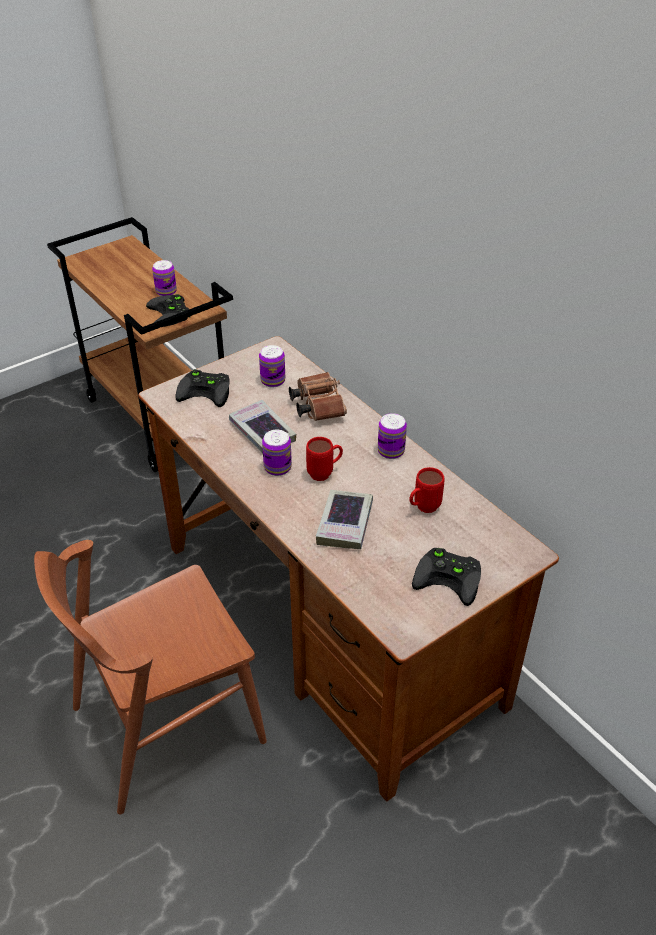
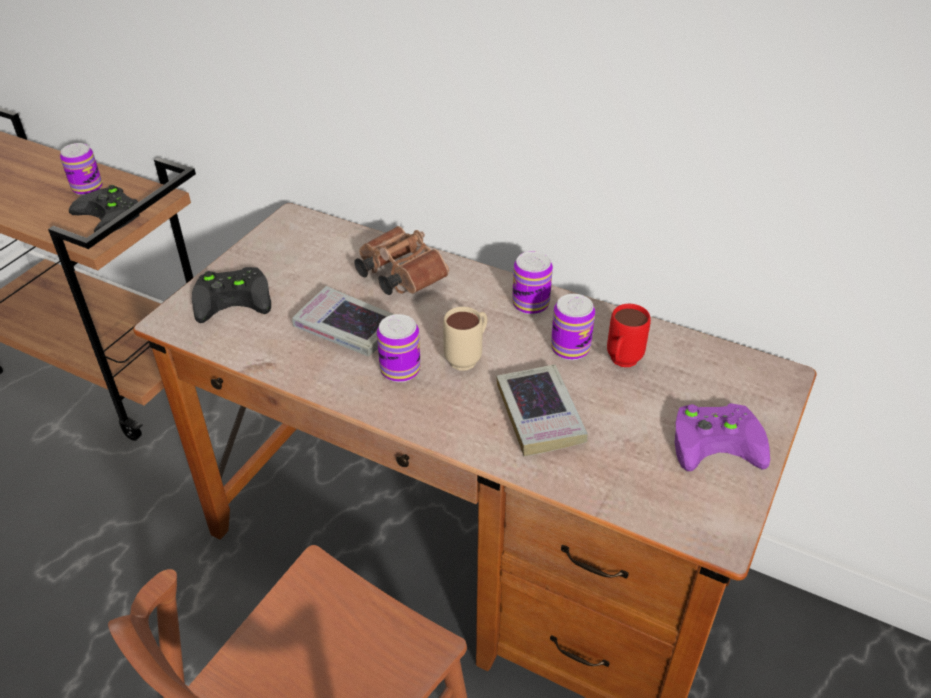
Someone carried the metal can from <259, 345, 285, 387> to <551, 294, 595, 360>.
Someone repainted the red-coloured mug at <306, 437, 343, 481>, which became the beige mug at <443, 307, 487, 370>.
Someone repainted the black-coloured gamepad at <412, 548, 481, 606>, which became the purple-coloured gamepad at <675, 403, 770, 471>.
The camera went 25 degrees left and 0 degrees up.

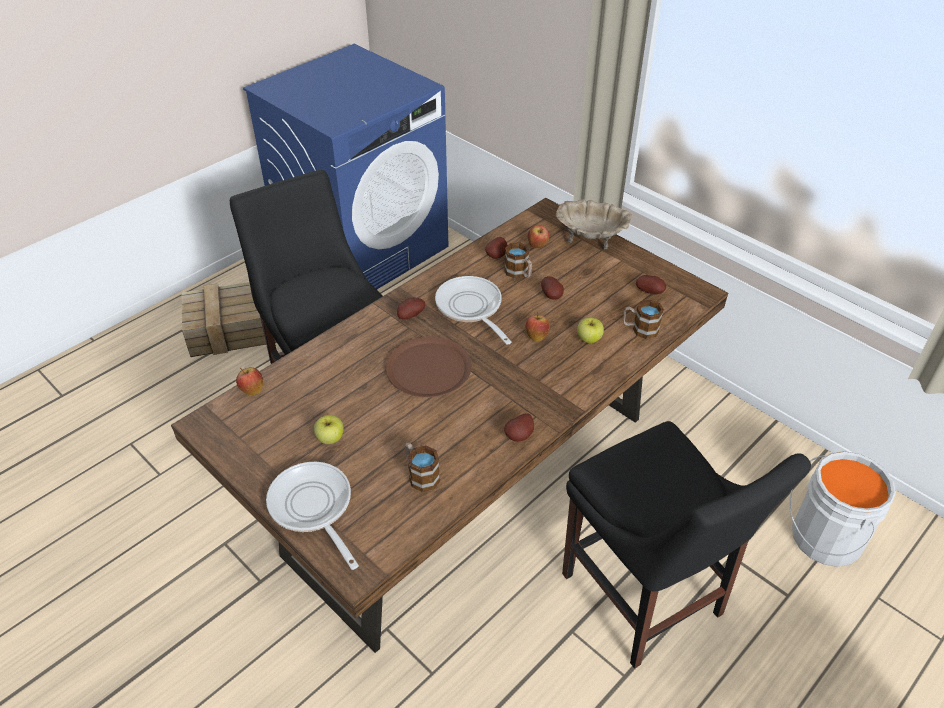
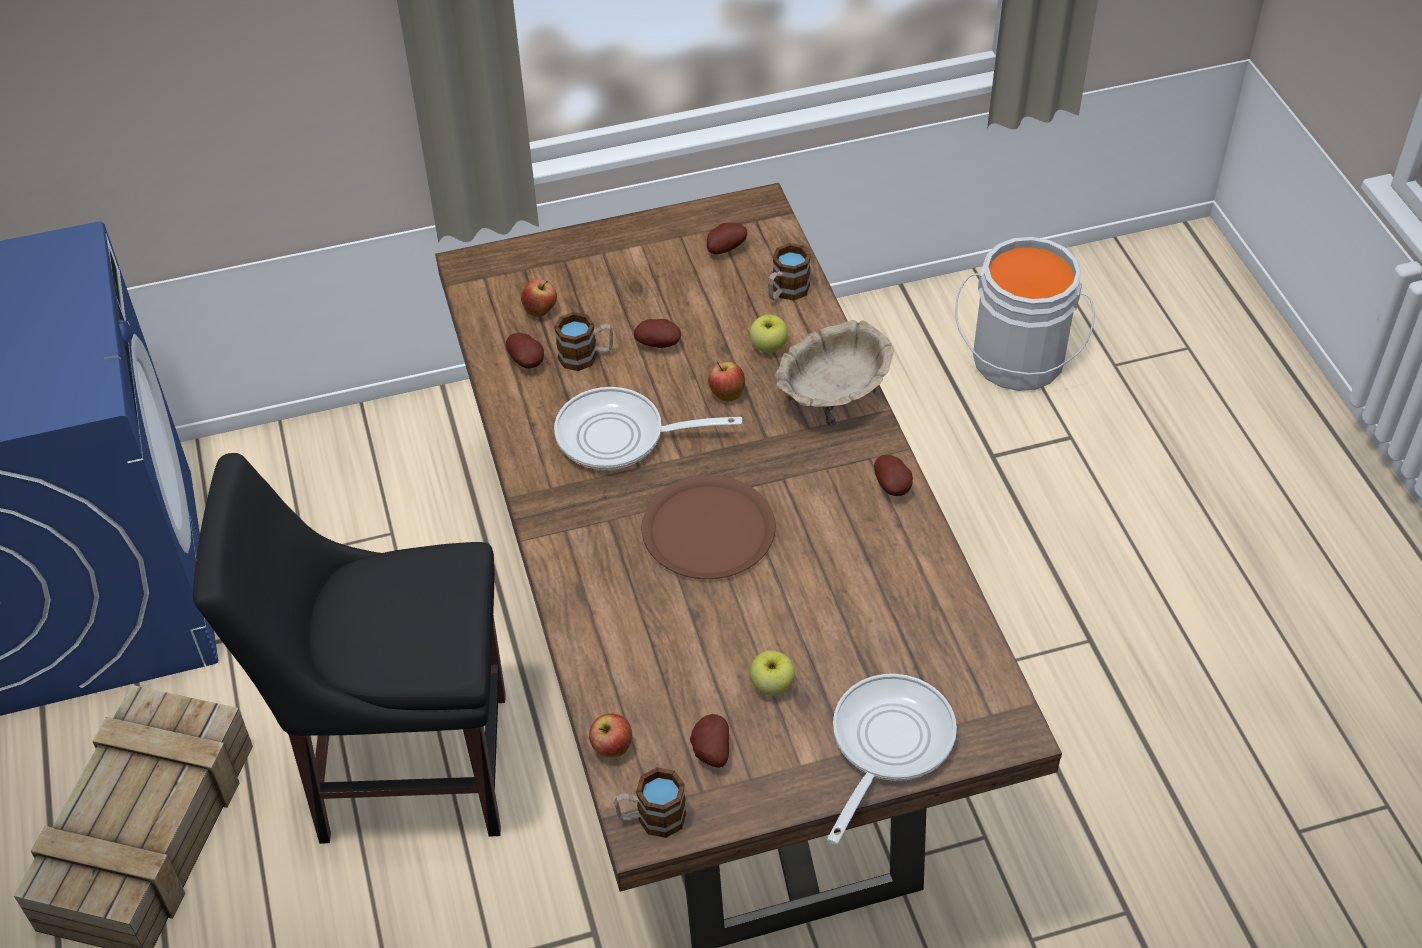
Someone carried the beige deep dish from <556, 199, 632, 249> to <775, 320, 894, 426>.
Someone carried the whole potato from <397, 298, 425, 320> to <690, 714, 729, 768>.
Someone took away the black-coloured plain chair at <562, 421, 811, 669>.
Someone carried the mug from <405, 442, 440, 492> to <614, 767, 686, 838>.
Someone rotated the skillet at <266, 462, 359, 570> by 120 degrees clockwise.
The camera went 60 degrees left and 5 degrees up.

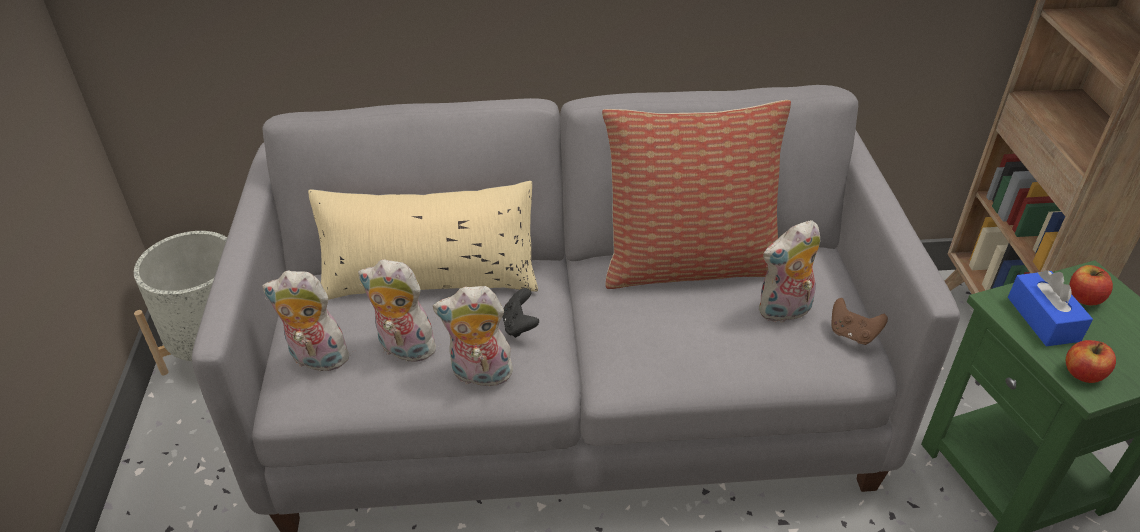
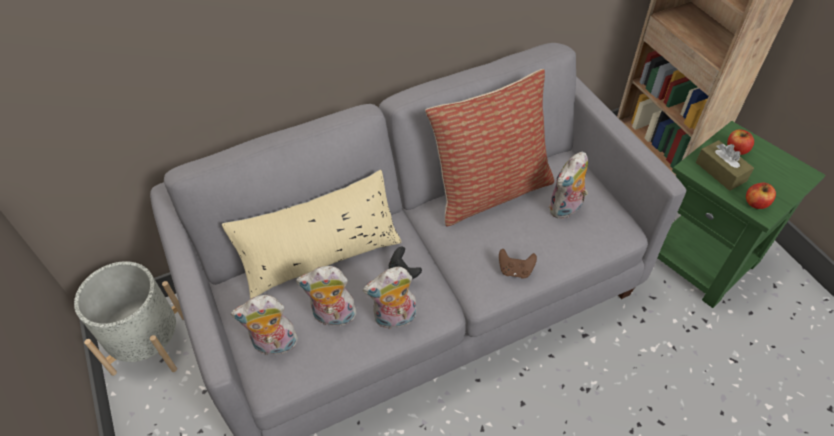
Someone repainted the blue tissue box at <1008, 270, 1093, 346>, which became the brown-coloured tissue box at <696, 140, 754, 191>.
Someone carried the brown-coloured gamepad from <831, 298, 888, 345> to <499, 249, 537, 279>.
The camera went 20 degrees left and 10 degrees up.

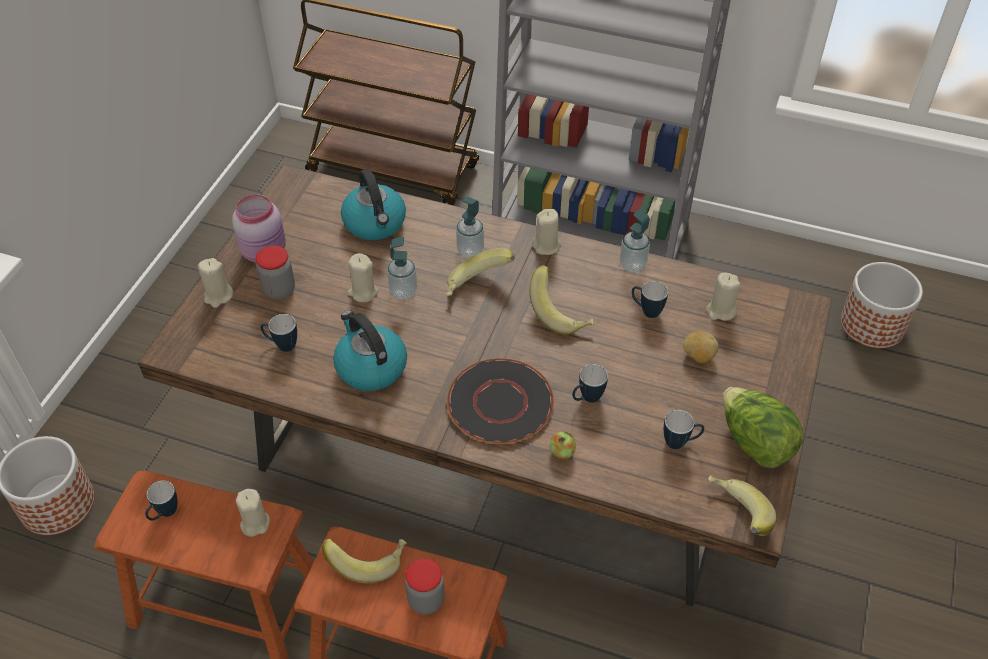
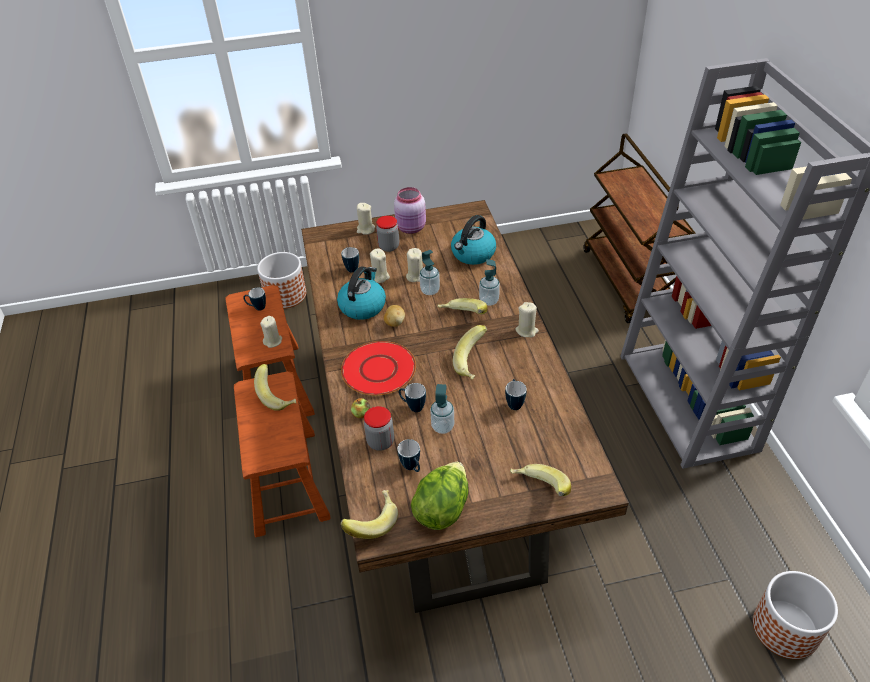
Someone carried the soap bottle from <620, 209, 650, 272> to <430, 384, 454, 434>.
Someone carried the beige wax light from <706, 273, 741, 321> to <370, 249, 390, 283>.
Someone carried the whole potato from <683, 331, 719, 363> to <384, 305, 405, 327>.
Someone repainted the black-coloured plate at <447, 358, 554, 444>, which became the red-coloured plate at <341, 341, 416, 395>.
Someone carried the storage jar from <405, 559, 445, 614> to <364, 406, 394, 451>.
Someone put down the banana fruit at <510, 464, 571, 496>.
The camera went 60 degrees right and 5 degrees down.

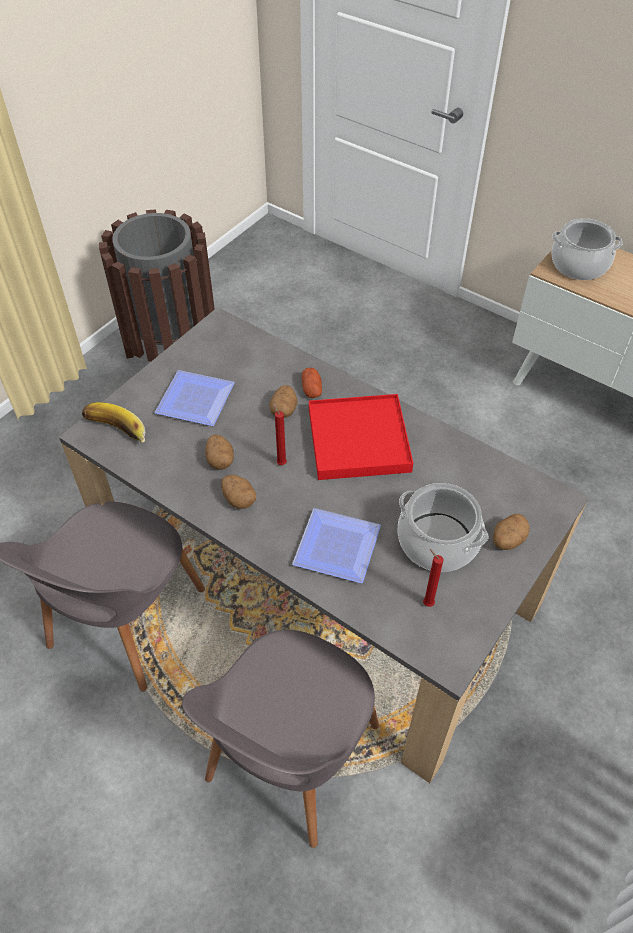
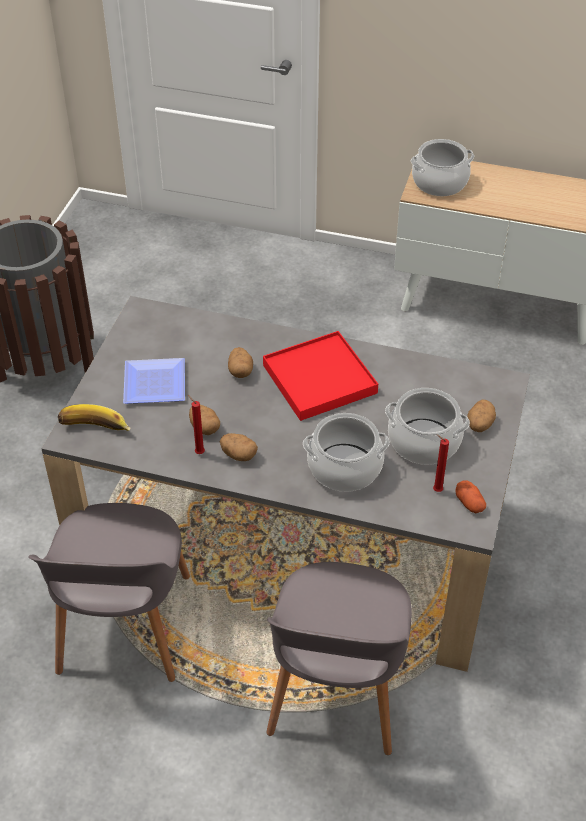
Someone carried the whole potato from <302, 368, 322, 398> to <455, 481, 486, 513>.
Someone carried the red-coloured wax light from <273, 403, 287, 465> to <188, 395, 205, 454>.
Someone swapped the plate at <292, 508, 381, 583> for the stockpot at <303, 413, 390, 492>.
The camera went 20 degrees left and 5 degrees down.

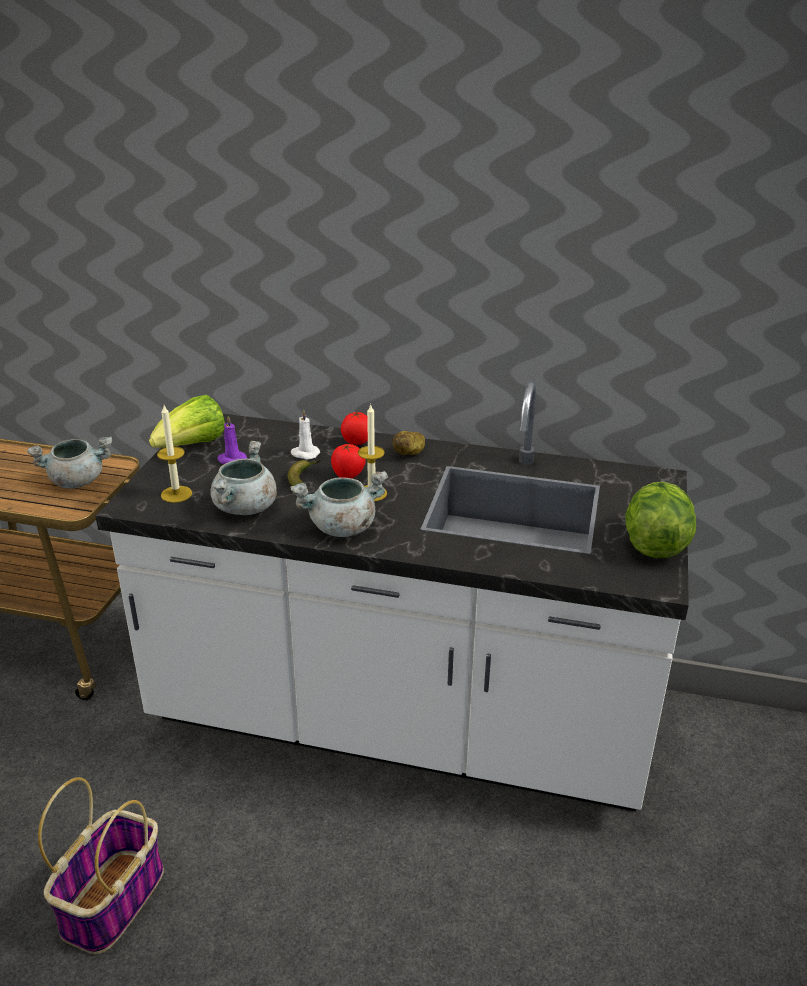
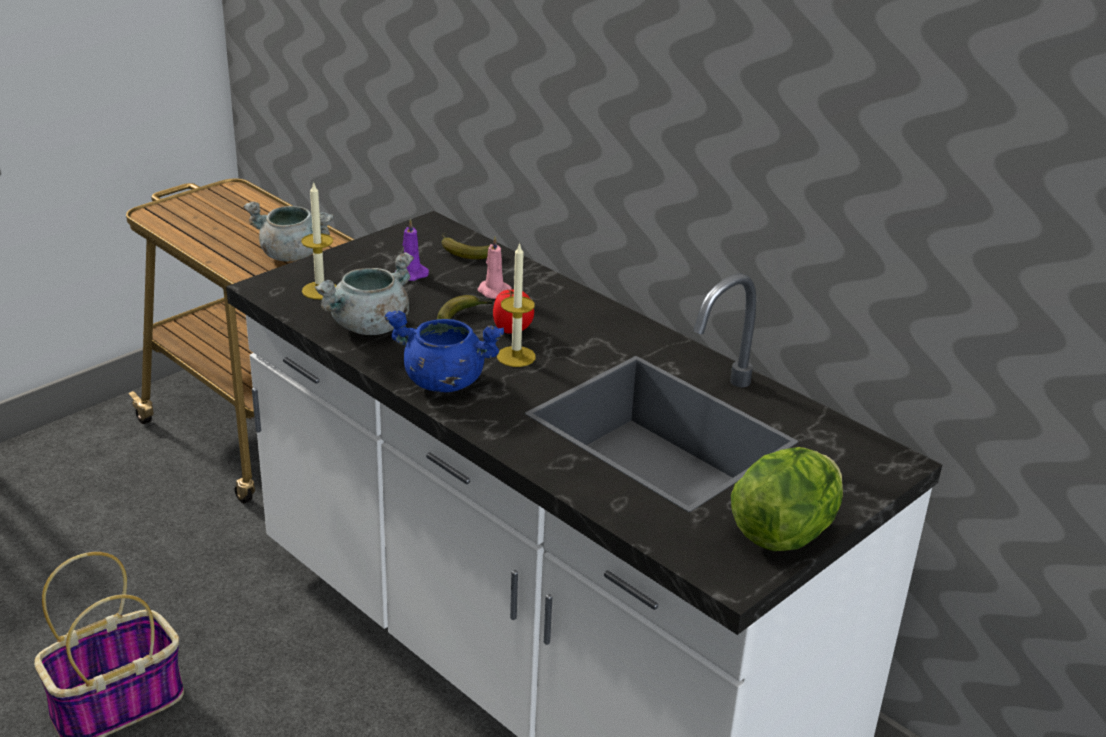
Someone took away the lettuce head at <149, 395, 225, 448>.
Someone repainted the white-coloured wax light at <291, 409, 320, 459>, which became the pinkish wax light at <477, 236, 512, 299>.
Someone took away the fresh tomato at <341, 411, 368, 445>.
Someone took away the whole potato at <392, 431, 425, 455>.
Someone repainted the greyish stockpot at <290, 471, 388, 537>, which became the blue stockpot at <385, 311, 504, 393>.
Someone put down the banana fruit at <441, 232, 490, 259>.
The camera went 30 degrees right and 0 degrees up.

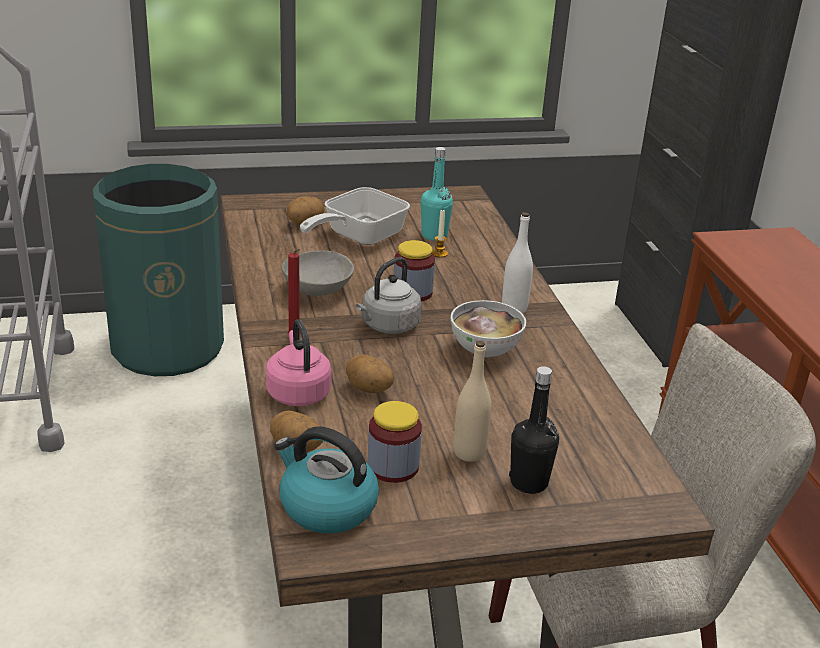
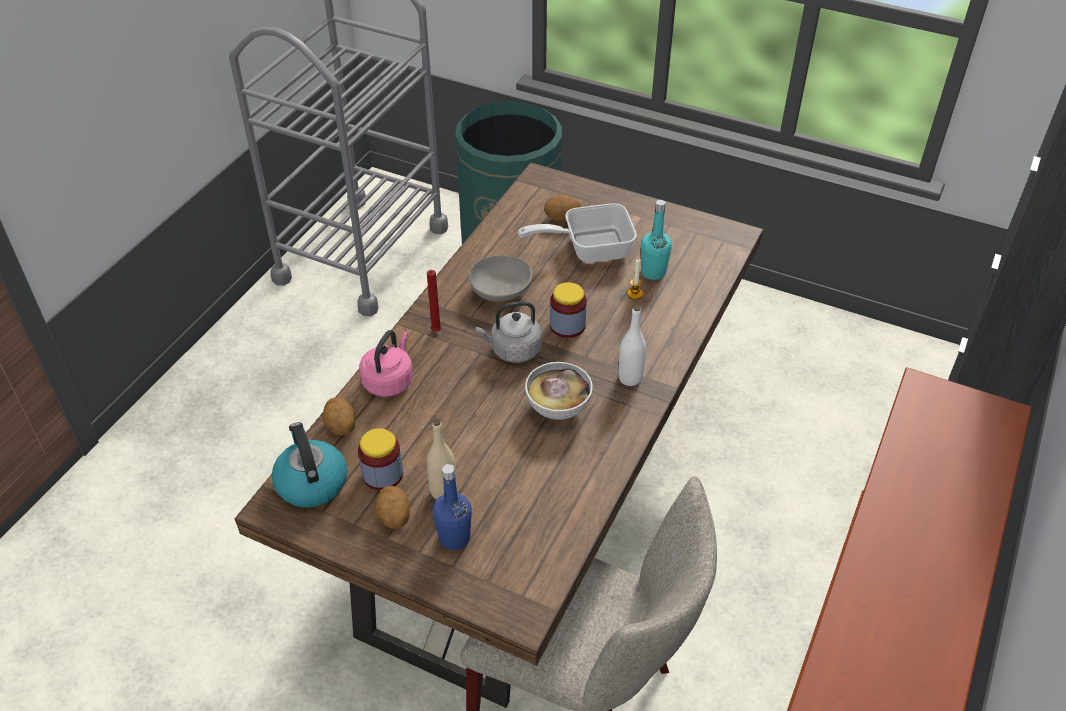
Someone carried the whole potato from <346, 354, 394, 393> to <375, 486, 410, 529>.
Someone repainted the black-coloured bottle at <509, 366, 559, 494>, which became the blue bottle at <433, 464, 472, 550>.
The camera went 40 degrees right and 15 degrees up.

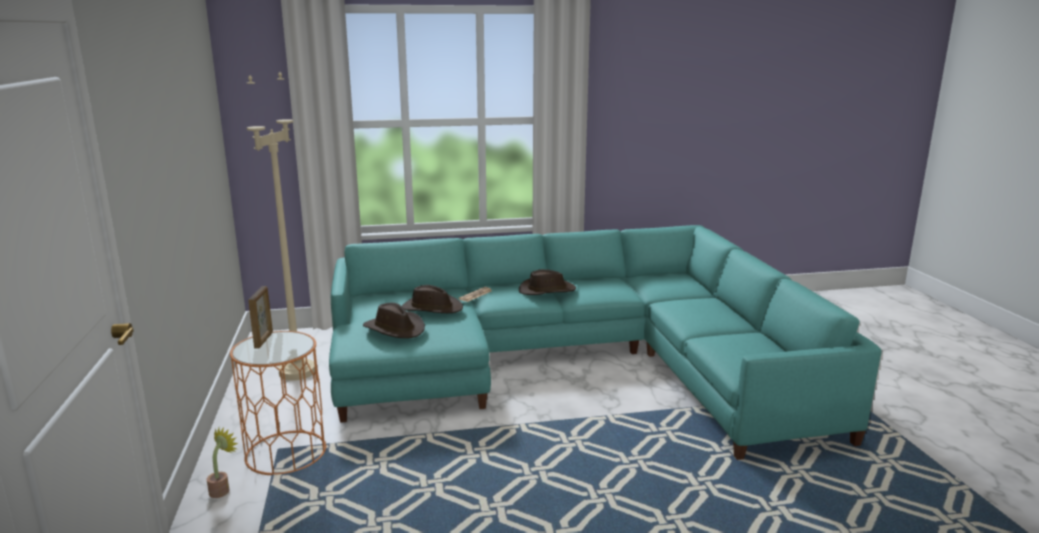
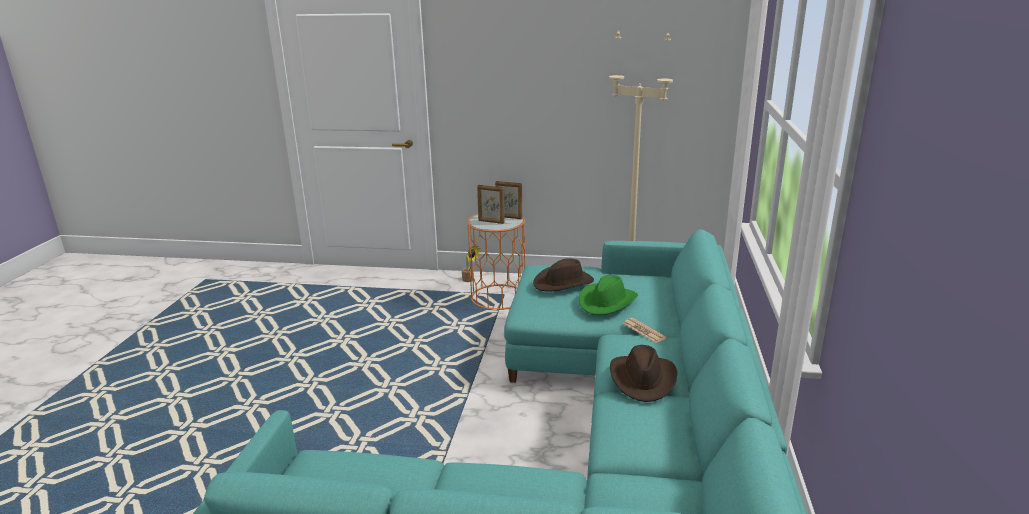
Someone repainted the brown-coloured hat at <402, 285, 463, 313>, which became the green hat at <579, 275, 638, 315>.
Someone put down the photo frame at <477, 185, 505, 224>.
The camera went 110 degrees right and 5 degrees up.

